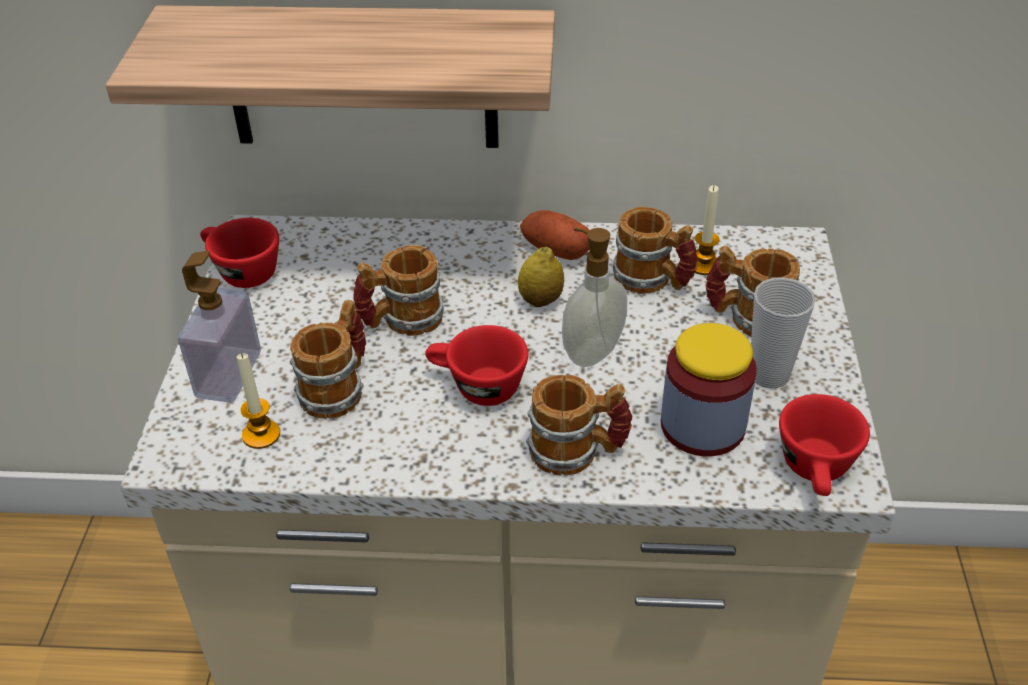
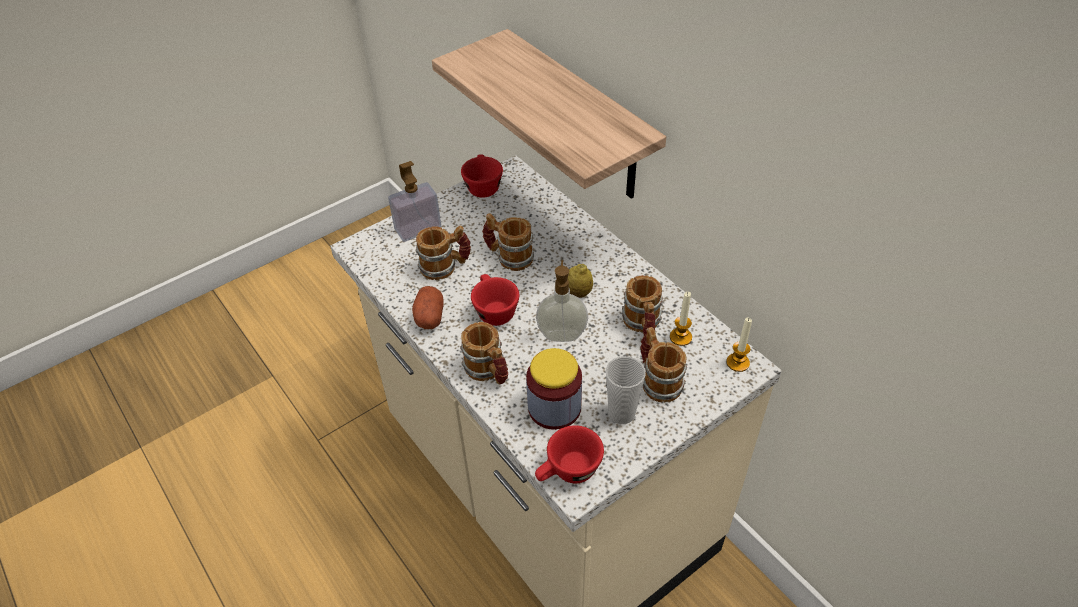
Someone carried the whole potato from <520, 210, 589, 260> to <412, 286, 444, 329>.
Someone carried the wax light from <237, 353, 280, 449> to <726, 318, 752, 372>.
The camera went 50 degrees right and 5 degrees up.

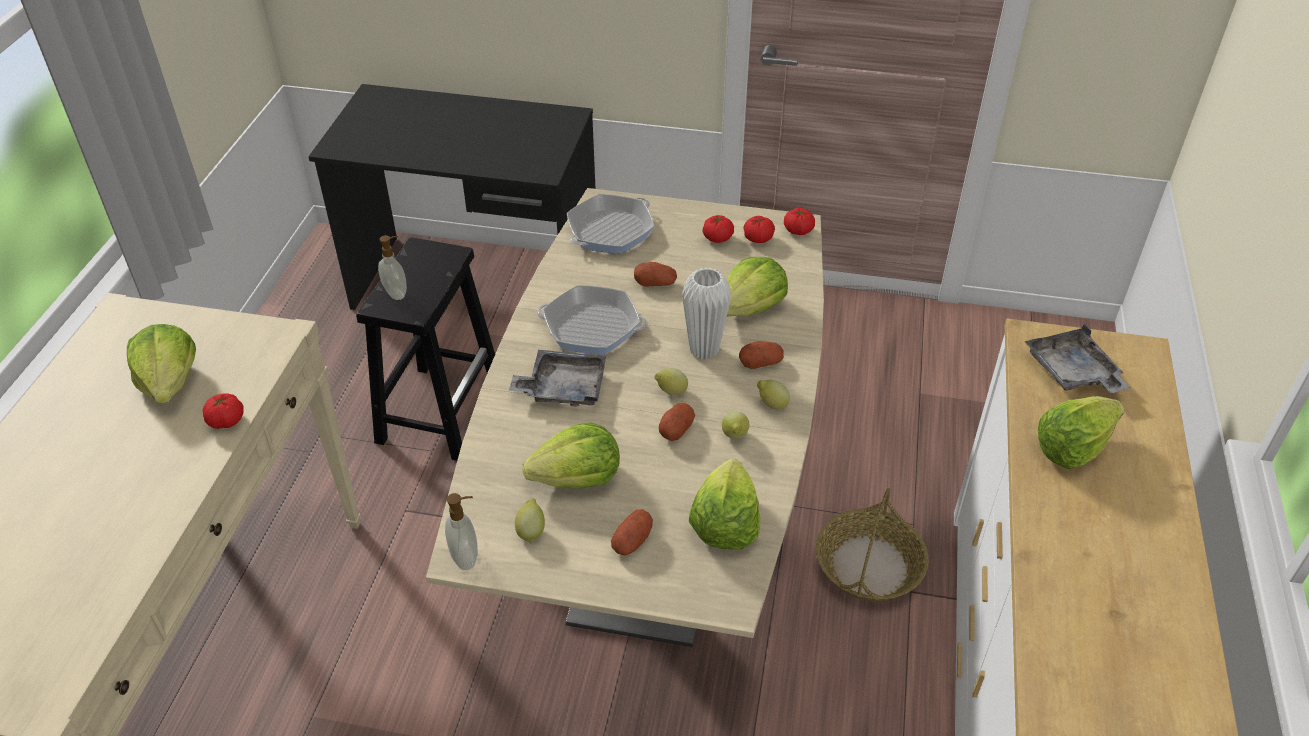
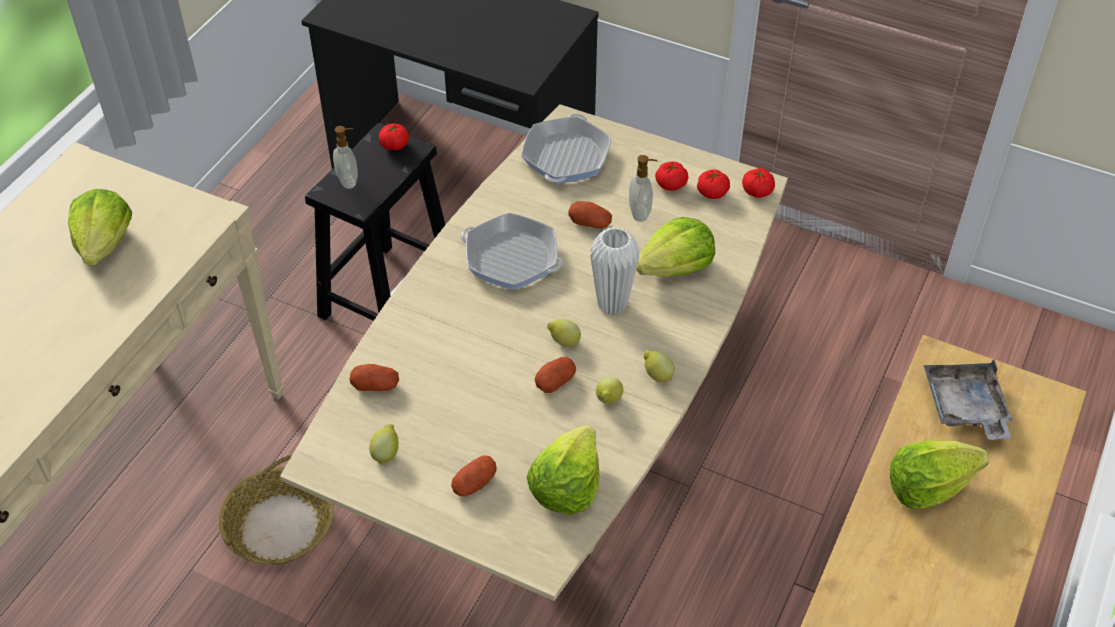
Someone rotated the skillet at <567, 194, 655, 254> by 45 degrees counterclockwise.
Someone carried the whole potato from <739, 341, 784, 369> to <350, 364, 399, 391>.
Someone took away the greyish carrying tray at <509, 350, 606, 406>.
Someone carried the fresh tomato from <203, 394, 244, 429> to <379, 124, 409, 150>.
Someone took away the lettuce head at <522, 423, 620, 489>.
Someone carried the basket from <816, 488, 929, 601> to <219, 455, 334, 565>.
Someone carried the soap bottle from <445, 493, 478, 570> to <629, 155, 657, 222>.
The camera went 15 degrees right and 5 degrees up.

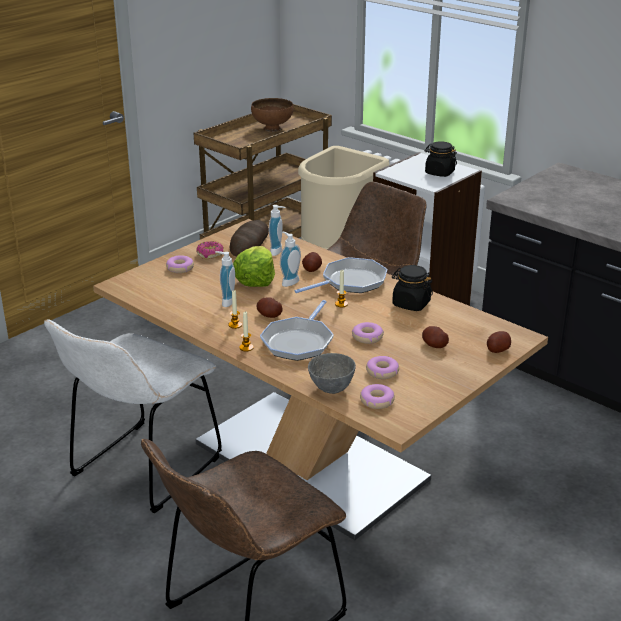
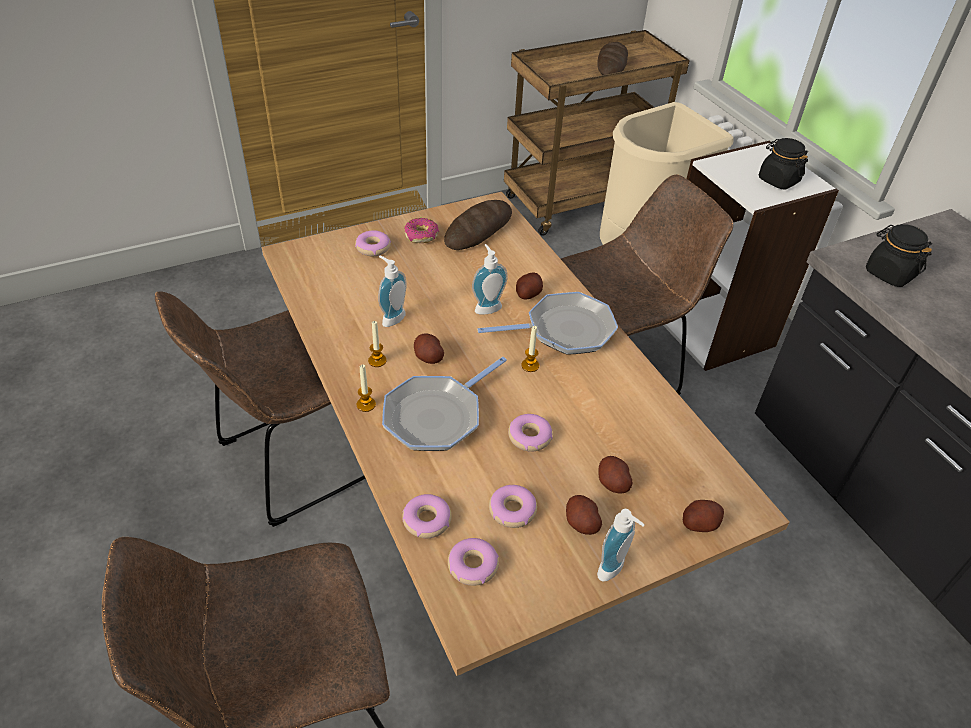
Someone swapped the brown-coloured deep dish at <251, 98, 294, 132> for the baked bread at <598, 42, 628, 75>.
Someone carried the soap bottle from <269, 205, 285, 256> to <597, 509, 645, 581>.
Someone took away the lettuce head at <233, 246, 275, 287>.
Someone carried the black-coloured storage jar from <392, 265, 433, 311> to <866, 224, 932, 287>.
Someone repainted the white-coloured plain chair at <44, 319, 222, 513>, which became the brown-coloured plain chair at <155, 291, 365, 527>.
Someone swapped the greyish deep dish at <308, 353, 356, 394> for the doughnut at <402, 494, 452, 538>.
Someone put down the whole potato at <566, 495, 602, 535>.
The camera went 20 degrees right and 15 degrees up.

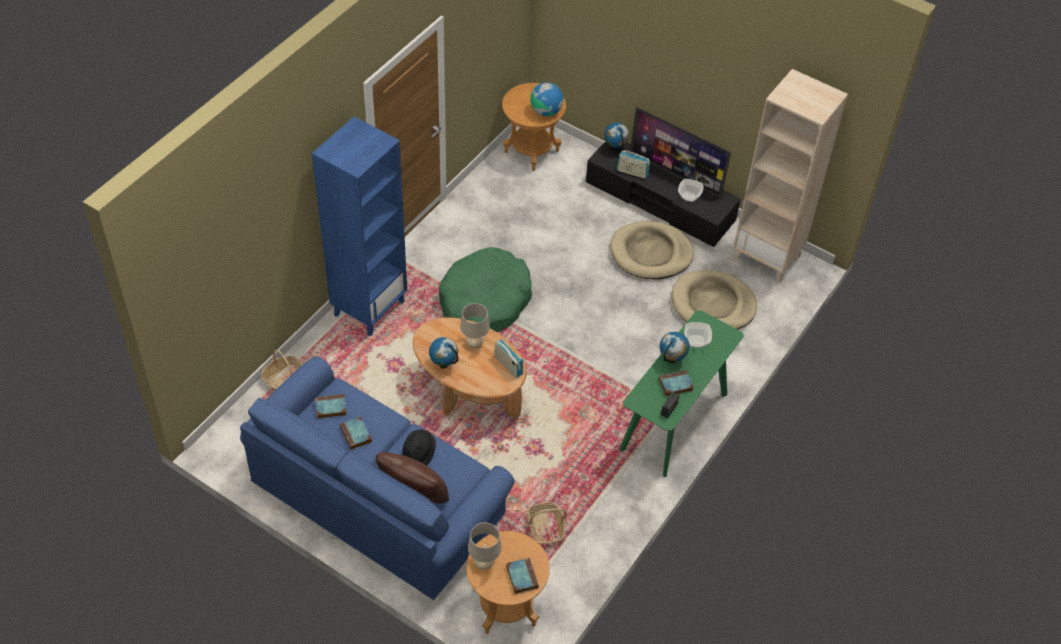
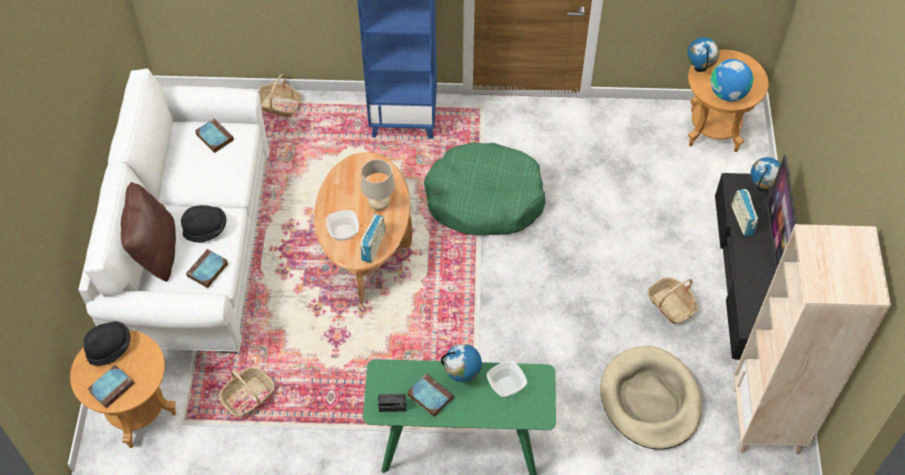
Someone carried the deep dish from <678, 179, 704, 202> to <326, 210, 359, 240>.
Someone swapped the beige dog bed at <610, 221, 694, 279> for the basket at <647, 277, 698, 324>.
Someone carried the globe from <429, 337, 458, 369> to <687, 37, 719, 72>.
Someone repainted the blue sofa at <240, 356, 515, 600>, which became the white-coloured sofa at <78, 68, 269, 353>.
Someone carried the book from <340, 416, 372, 450> to <186, 249, 228, 288>.
Someone swapped the beige table lamp at <468, 523, 501, 570> for the black-coloured hat at <84, 321, 130, 366>.
The camera went 60 degrees right and 5 degrees up.

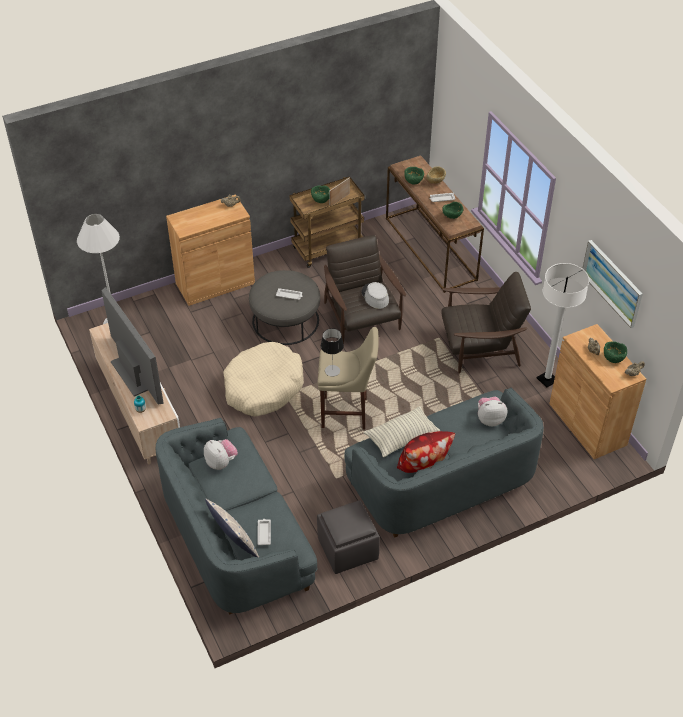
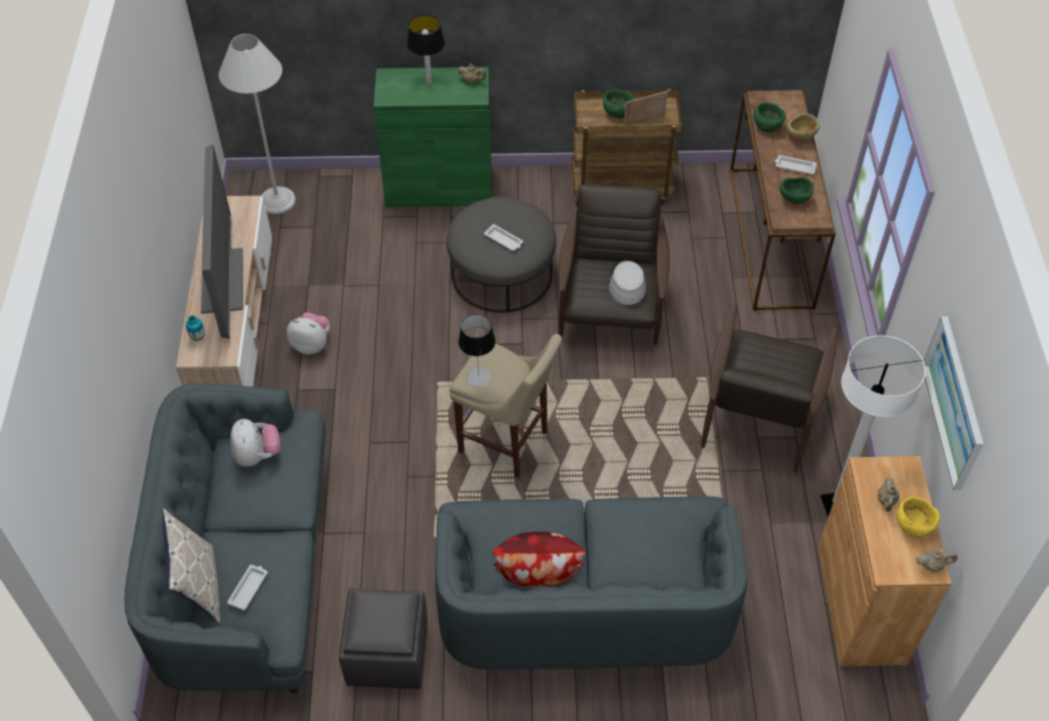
Someone repainted the brown-coloured storage cabinet at <166, 195, 255, 306>, which became the green storage cabinet at <374, 67, 492, 207>.
Someone rotated the brown-coloured lounge chair at <441, 272, 531, 373> by 90 degrees clockwise.
Someone repainted the green deep dish at <604, 341, 627, 363>, which became the yellow-coloured deep dish at <897, 496, 940, 538>.
Someone took away the beige dog bed at <223, 342, 304, 416>.
Someone carried the plush toy from <478, 397, 507, 426> to <286, 312, 330, 354>.
Someone took away the cushion at <364, 406, 440, 457>.
Someone put down the table lamp at <407, 15, 445, 84>.
The camera went 25 degrees right and 5 degrees up.

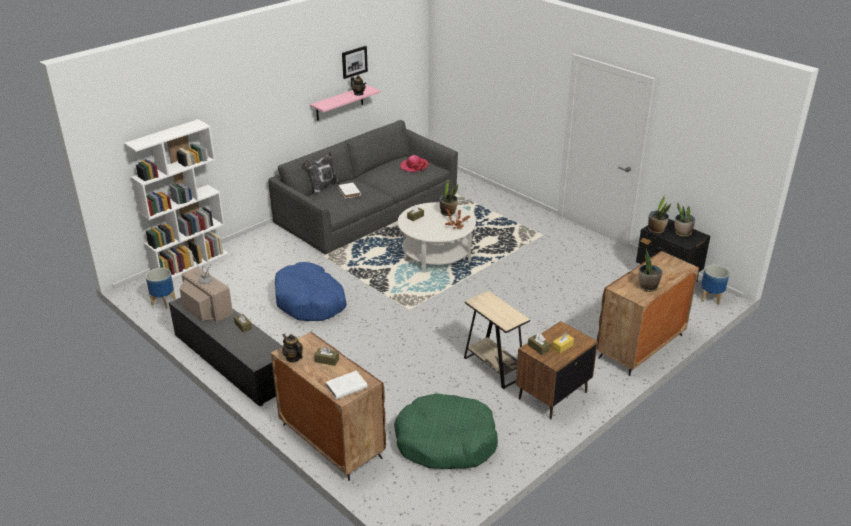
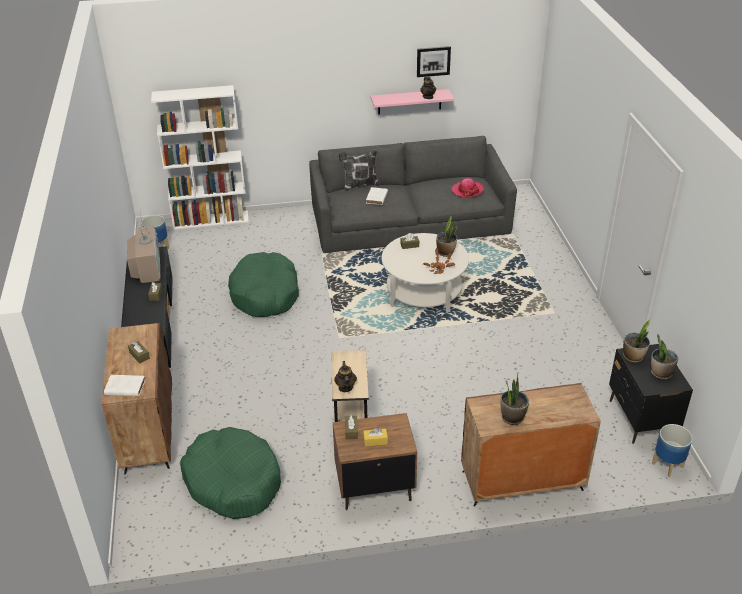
Someone repainted the blue dog bed at <275, 262, 347, 321>, which became the green dog bed at <228, 252, 299, 317>.
Someone carried the teapot from <282, 334, 303, 363> to <334, 361, 357, 392>.
The camera went 35 degrees right and 5 degrees up.

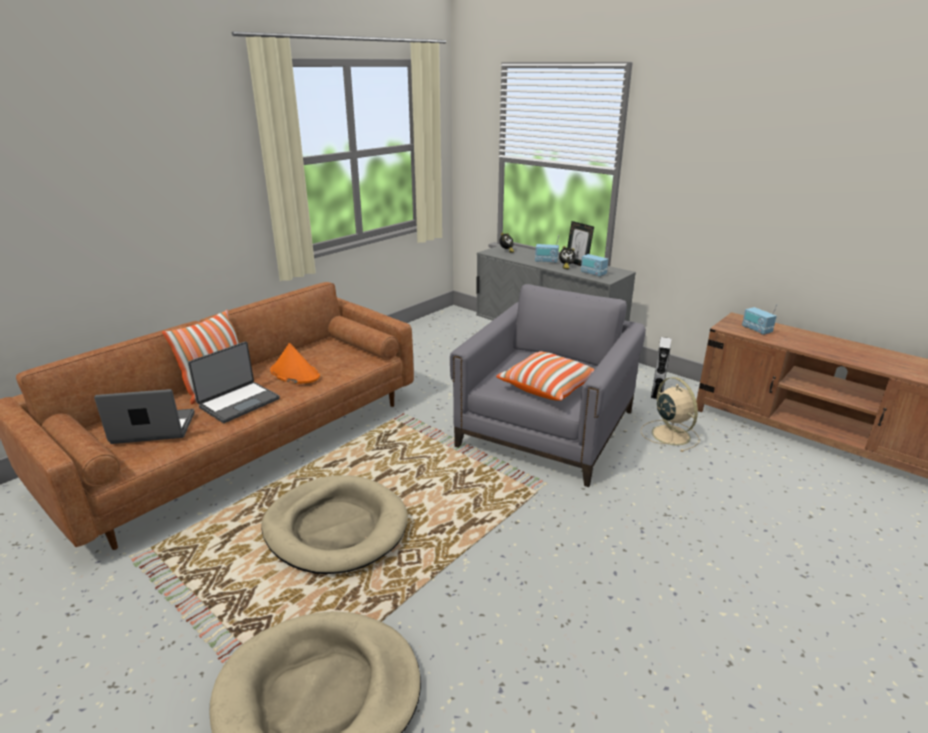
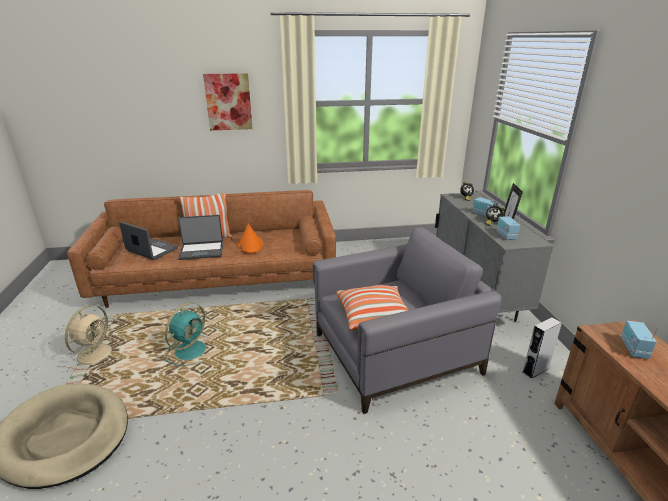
Someone carried the beige fan from <641, 377, 700, 452> to <65, 305, 115, 370>.
Someone swapped the beige dog bed at <261, 475, 408, 574> for the turquoise-coloured fan at <164, 303, 209, 366>.
Someone put up the wall art at <203, 73, 253, 130>.
The camera went 40 degrees right and 0 degrees up.

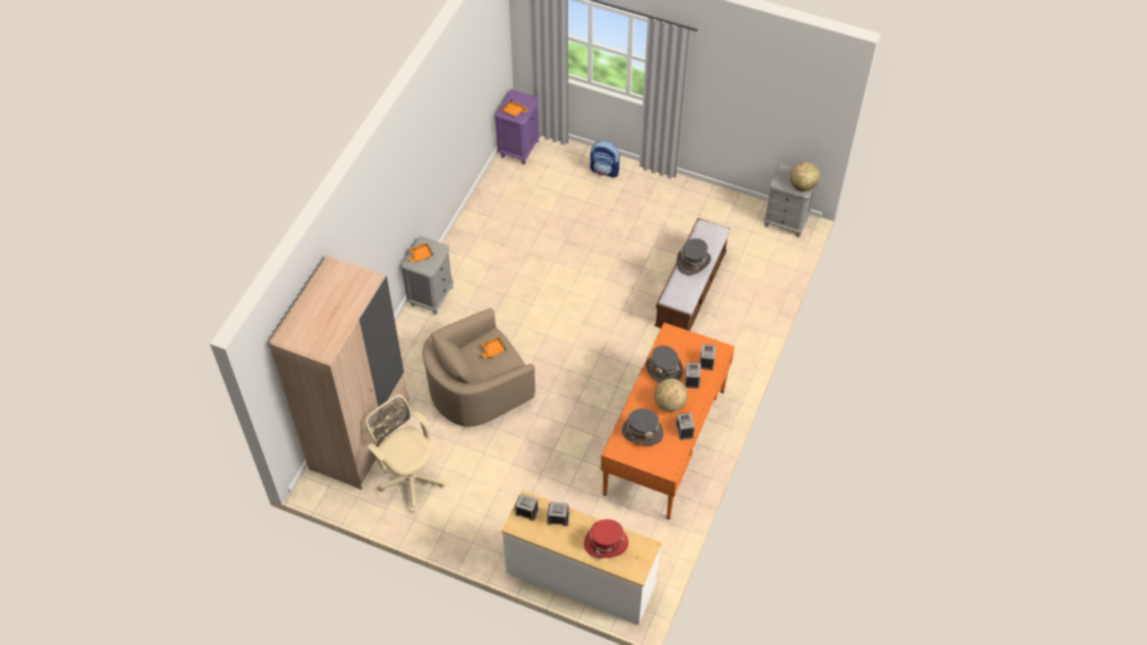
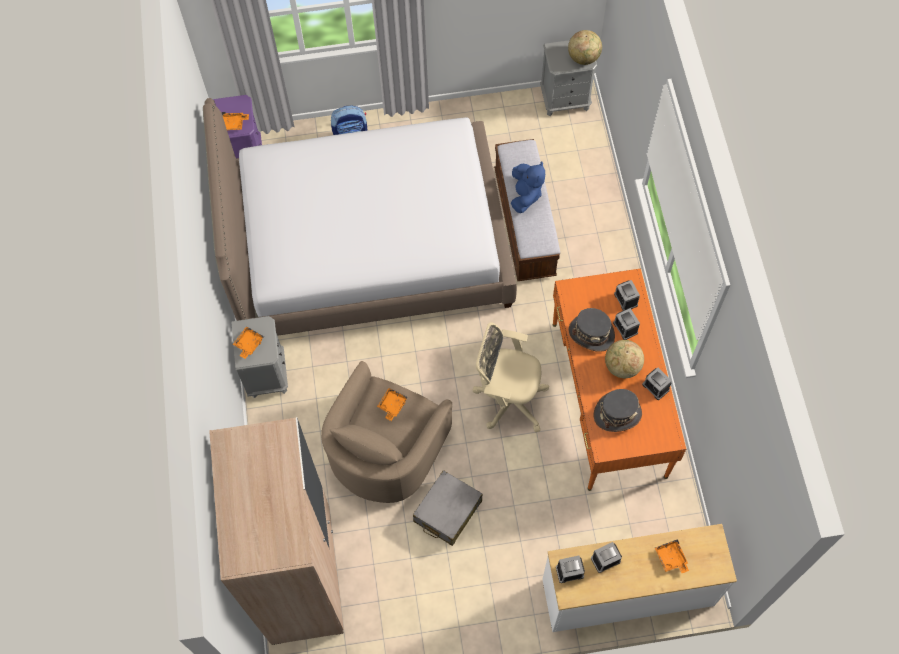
Someone swapped the greyish hat at <676, 238, 711, 275> for the blue plush toy at <511, 162, 545, 213>.
Someone carried the beige computer chair from <365, 394, 445, 513> to <472, 322, 549, 433>.
Someone swapped the red-coloured hat at <584, 519, 629, 558> for the orangey carrying tray at <655, 539, 689, 573>.
Someone put down the sleeping bed at <203, 98, 517, 336>.
Someone put down the greyish piece of luggage at <413, 470, 482, 546>.
The camera went 30 degrees left and 10 degrees up.

